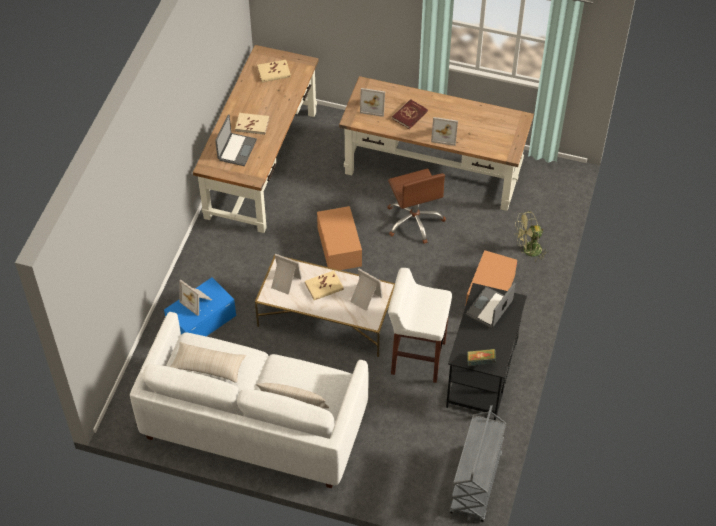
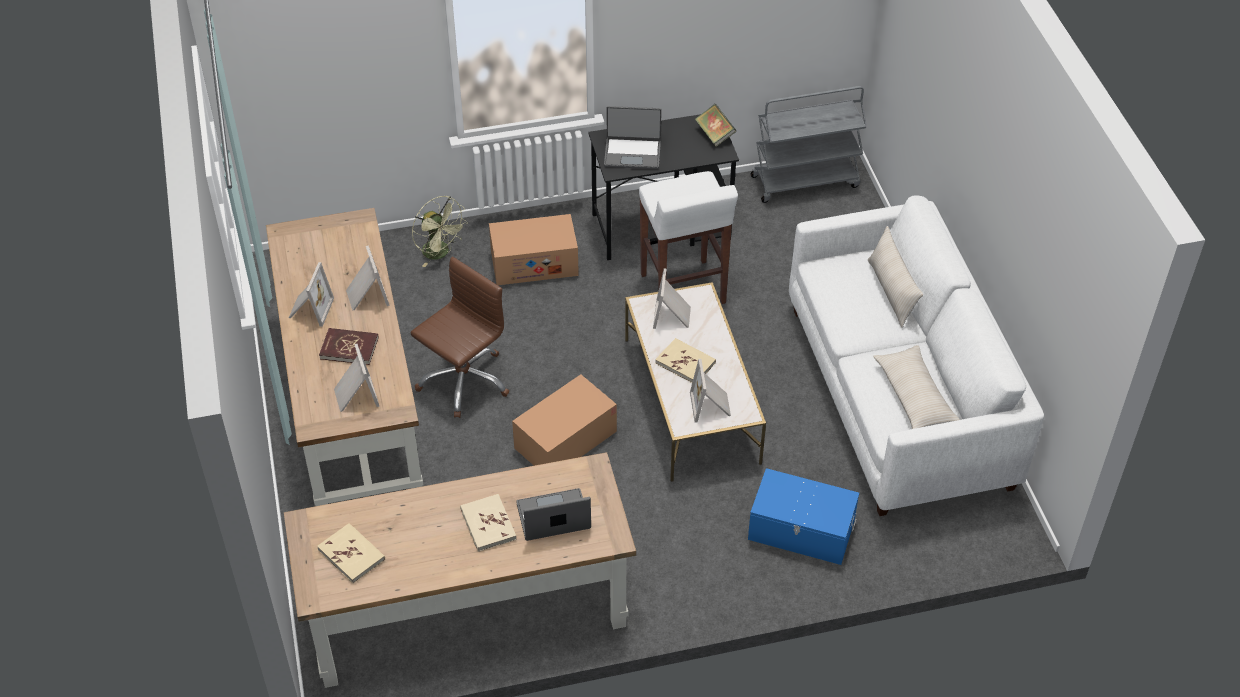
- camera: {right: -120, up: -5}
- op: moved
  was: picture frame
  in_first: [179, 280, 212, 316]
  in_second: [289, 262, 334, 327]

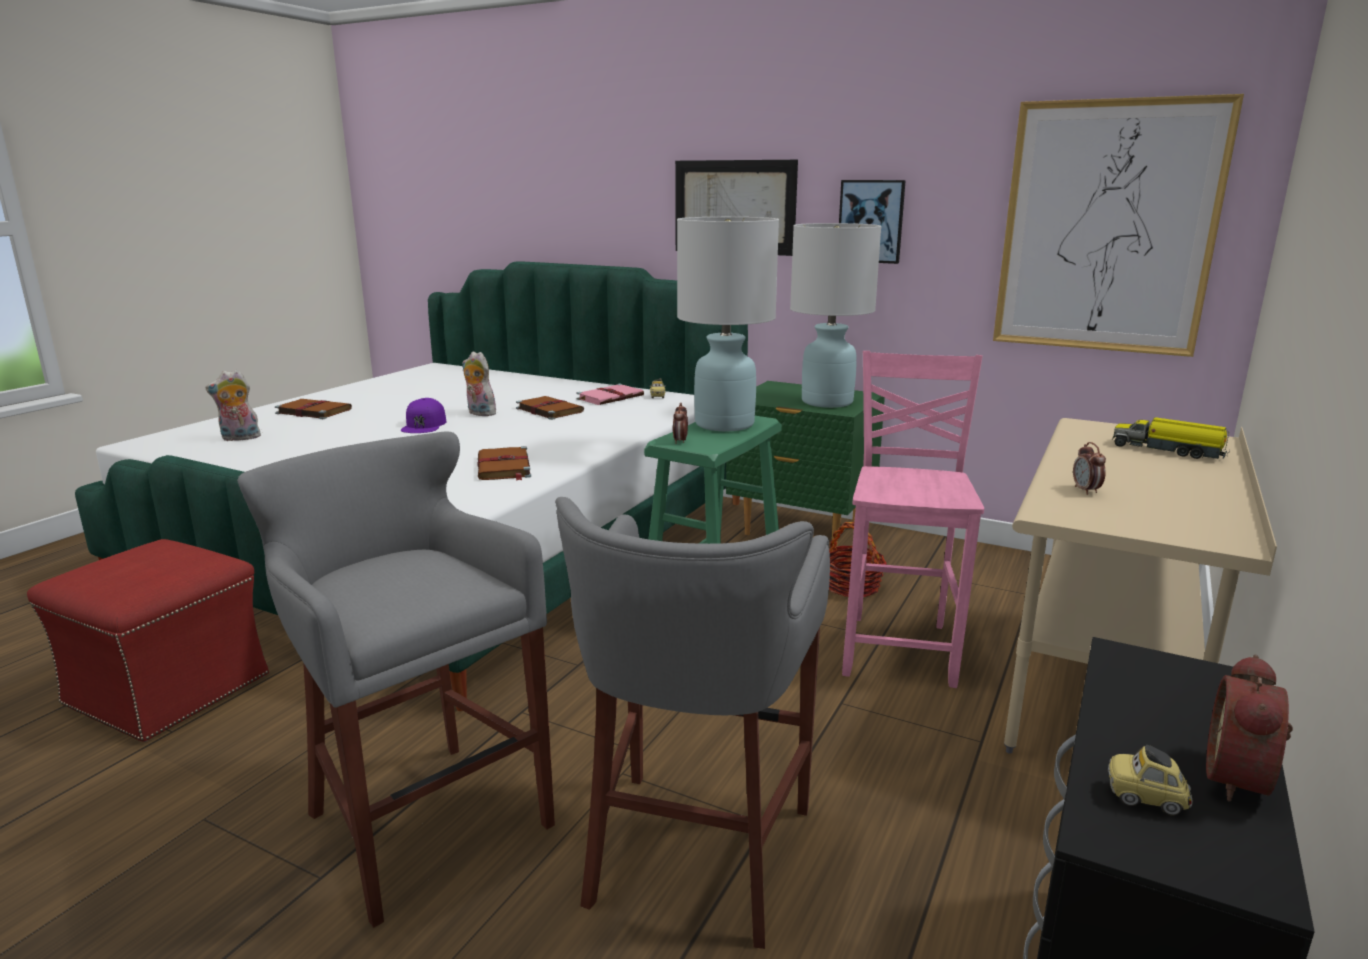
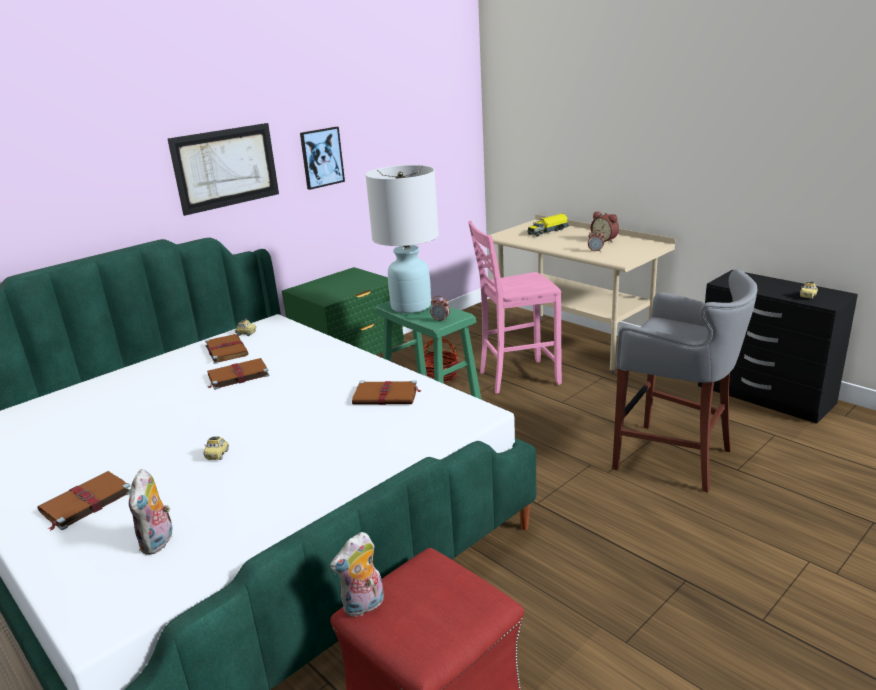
- camera: {right: -70, up: 5}
- op: removed
  was: picture
  in_first: [993, 94, 1244, 357]
- op: removed
  was: white table lamp
  in_first: [790, 223, 881, 408]
- op: moved
  was: plush toy
  in_first: [462, 351, 496, 416]
  in_second: [330, 532, 384, 617]
- op: turned
  was: pink chair
  in_first: [842, 351, 984, 688]
  in_second: [468, 221, 562, 394]
  clockwise: -45
- op: recoloured
  was: pink book
  now: brown book
  in_first: [576, 384, 644, 405]
  in_second: [205, 334, 248, 364]
- op: removed
  was: purple cap
  in_first: [401, 398, 447, 433]
- op: removed
  was: grey stool
  in_first: [237, 432, 555, 928]
- op: moved
  was: alarm clock
  in_first: [1206, 654, 1293, 801]
  in_second: [591, 212, 619, 243]
- op: added
  now: toy car
  in_second: [203, 437, 229, 460]

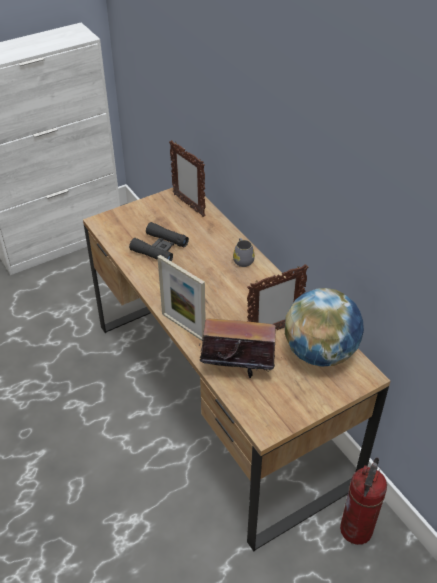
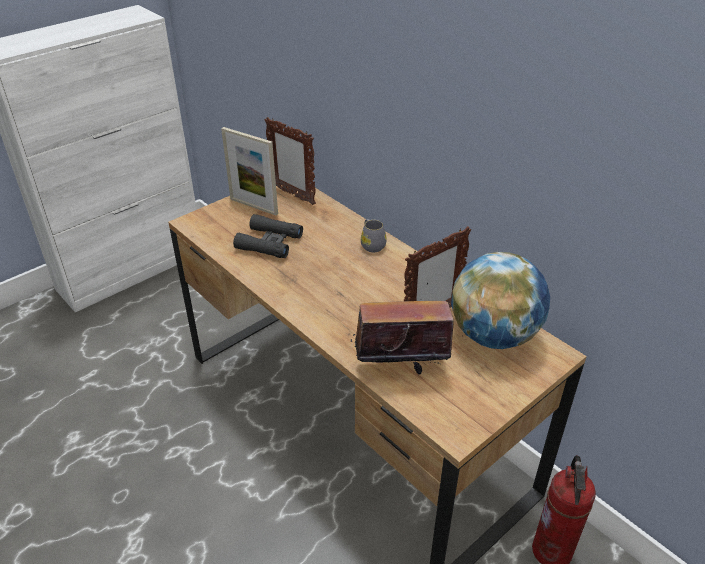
- camera: {right: -10, up: -5}
- op: moved
  was: picture frame
  in_first: [158, 255, 206, 341]
  in_second: [221, 127, 278, 215]

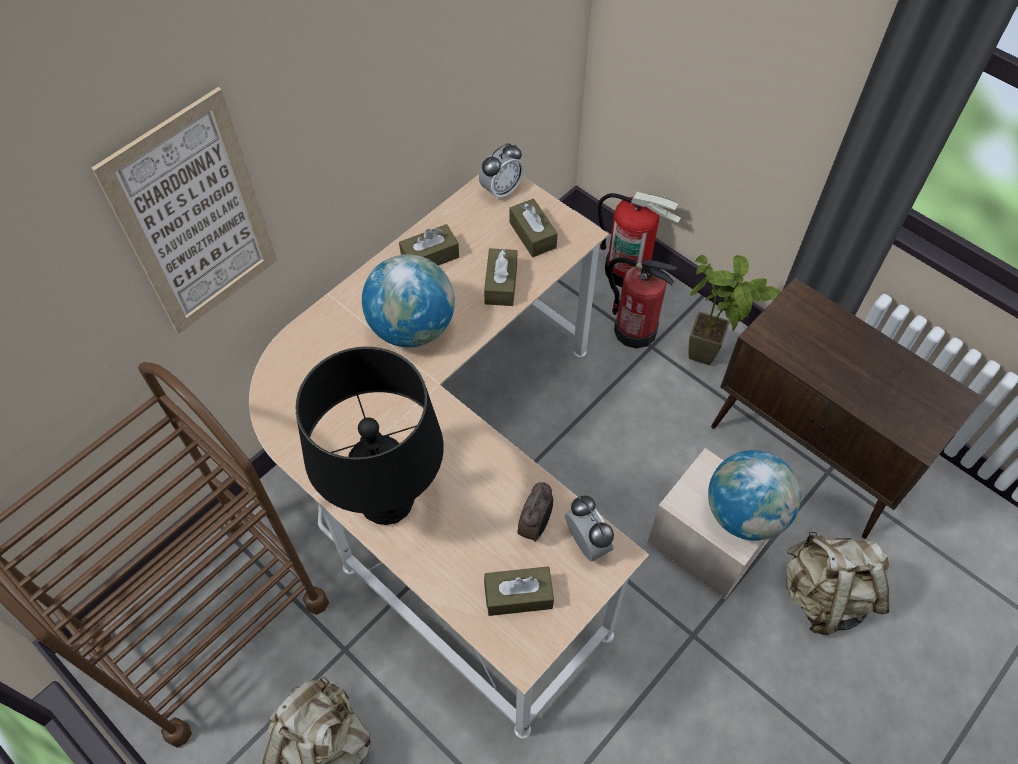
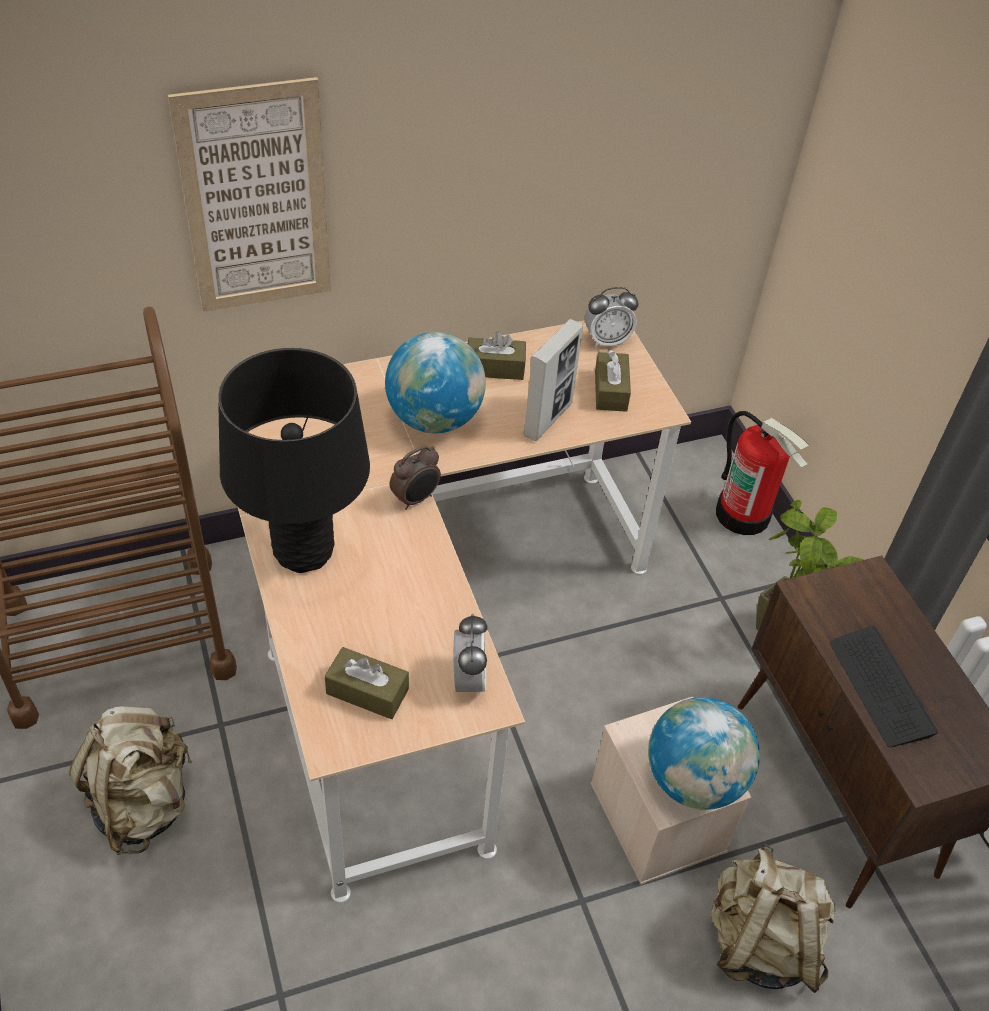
- camera: {right: 25, up: -10}
- op: replaced
  was: brown tissue box
  now: picture frame
  in_first: [484, 248, 517, 306]
  in_second: [523, 319, 583, 441]
- op: removed
  was: fire extinguisher
  in_first: [608, 257, 677, 349]
- op: moved
  was: alarm clock
  in_first: [517, 482, 553, 542]
  in_second: [389, 446, 441, 510]
- op: added
  now: keyboard
  in_second: [830, 626, 938, 747]

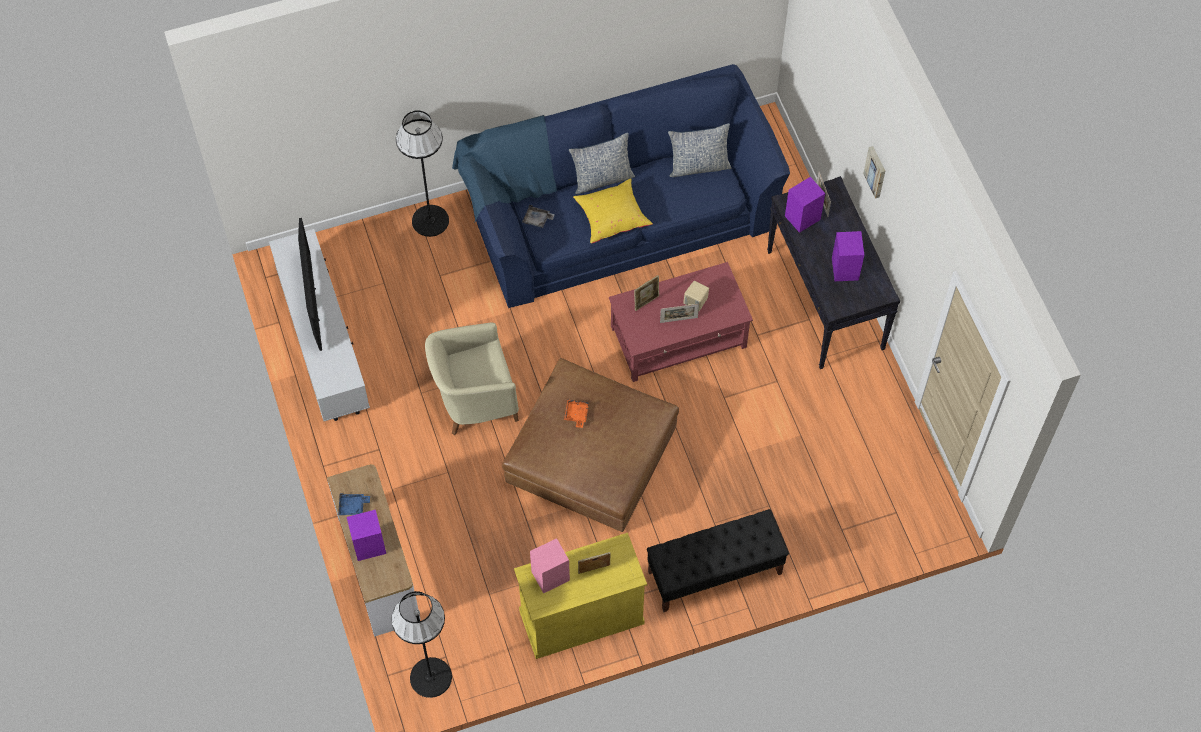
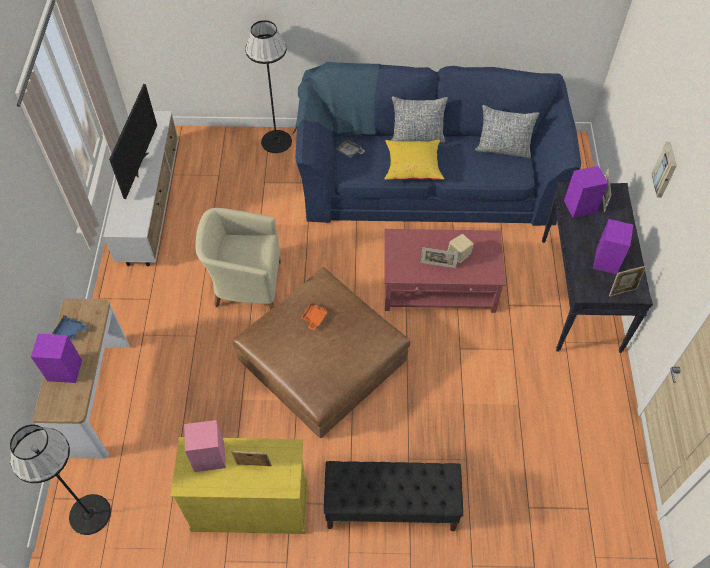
- camera: {right: 20, up: -5}
- op: moved
  was: picture frame
  in_first: [634, 275, 659, 311]
  in_second: [609, 266, 646, 296]

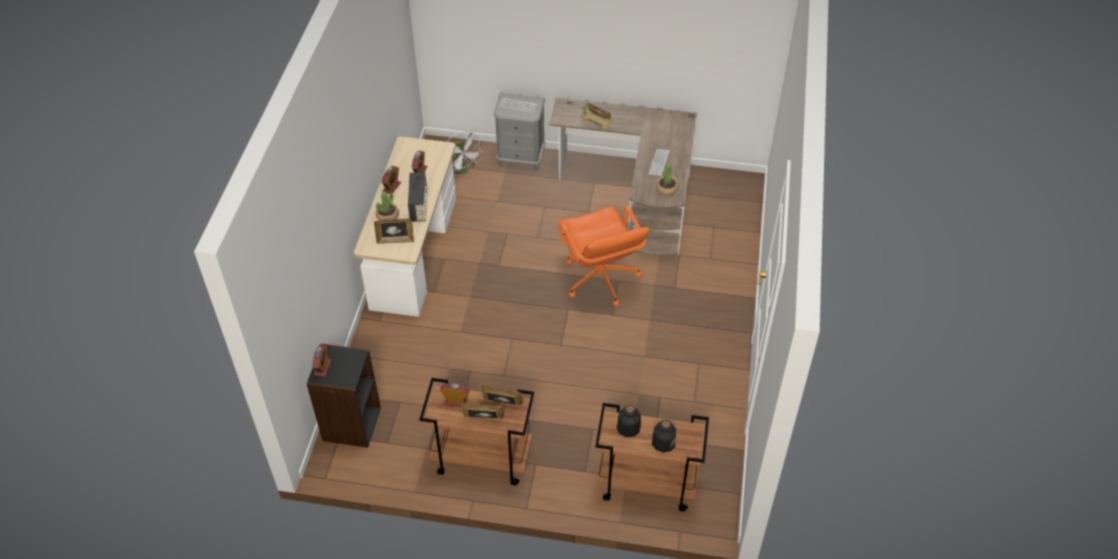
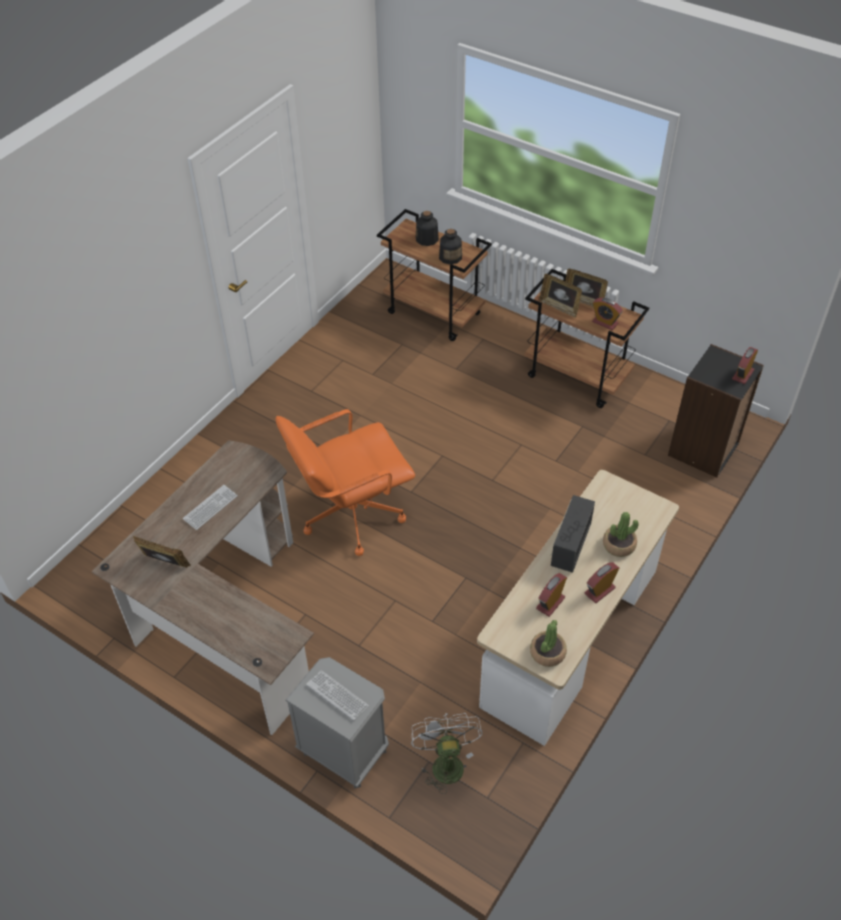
- camera: {right: -155, up: 0}
- op: removed
  was: book
  in_first: [582, 103, 612, 130]
- op: moved
  was: potted plant
  in_first: [656, 164, 678, 196]
  in_second: [530, 620, 567, 667]
- op: turned
  was: orange office chair
  in_first: [558, 206, 650, 306]
  in_second: [276, 409, 415, 556]
  clockwise: -120
- op: moved
  was: picture frame
  in_first: [374, 219, 414, 244]
  in_second: [133, 536, 191, 568]

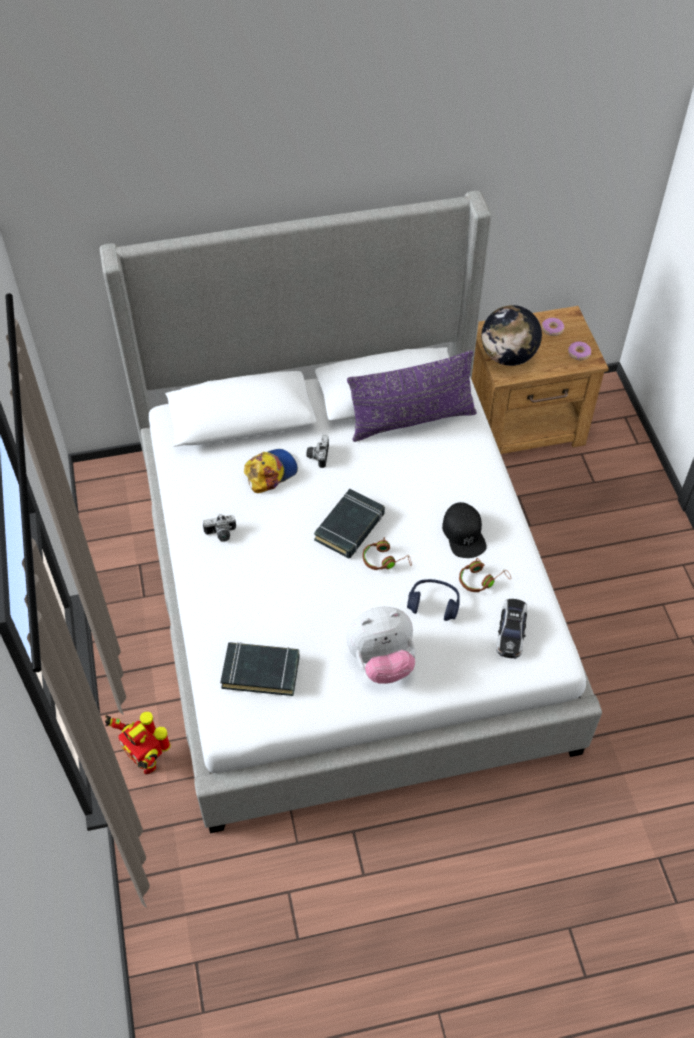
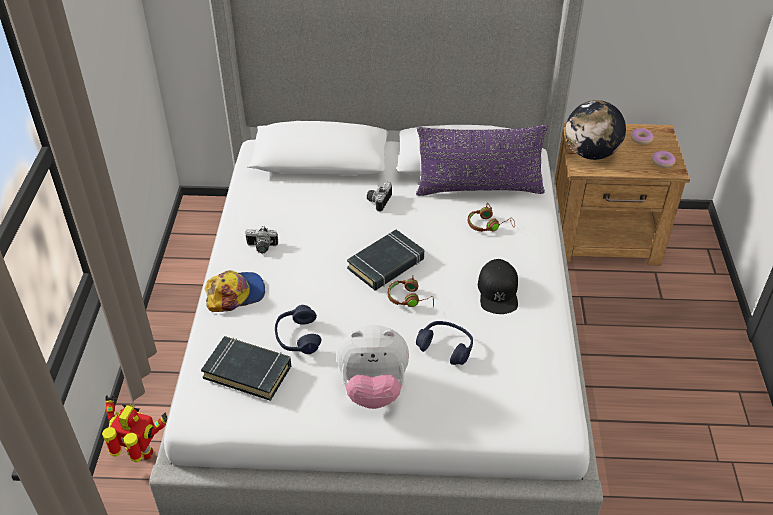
- camera: {right: 15, up: -10}
- op: moved
  was: cap
  in_first: [244, 449, 298, 493]
  in_second: [204, 270, 265, 312]
- op: moved
  was: brown headphones
  in_first: [459, 558, 511, 592]
  in_second: [468, 203, 515, 232]
- op: removed
  was: toy car
  in_first: [496, 599, 527, 659]
- op: turned
  was: toy robot
  in_first: [105, 712, 171, 774]
  in_second: [102, 395, 168, 462]
  clockwise: 135
- op: added
  now: blue headphones
  in_second: [275, 305, 322, 354]

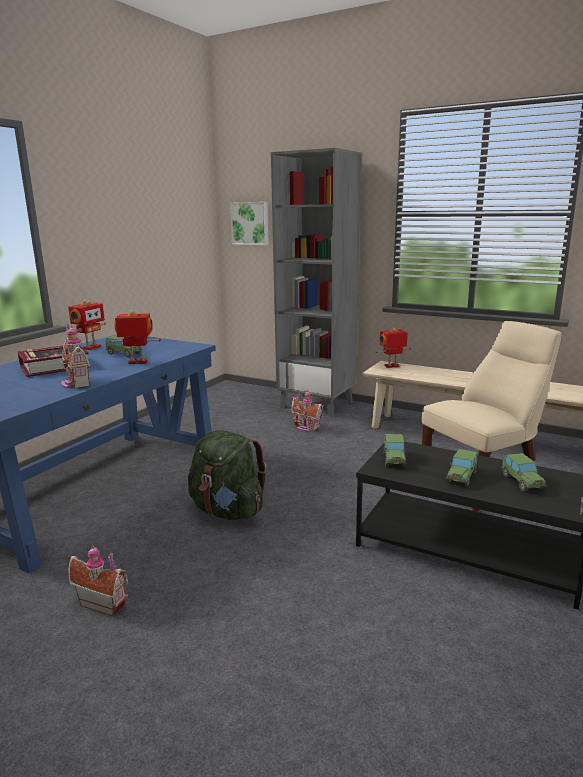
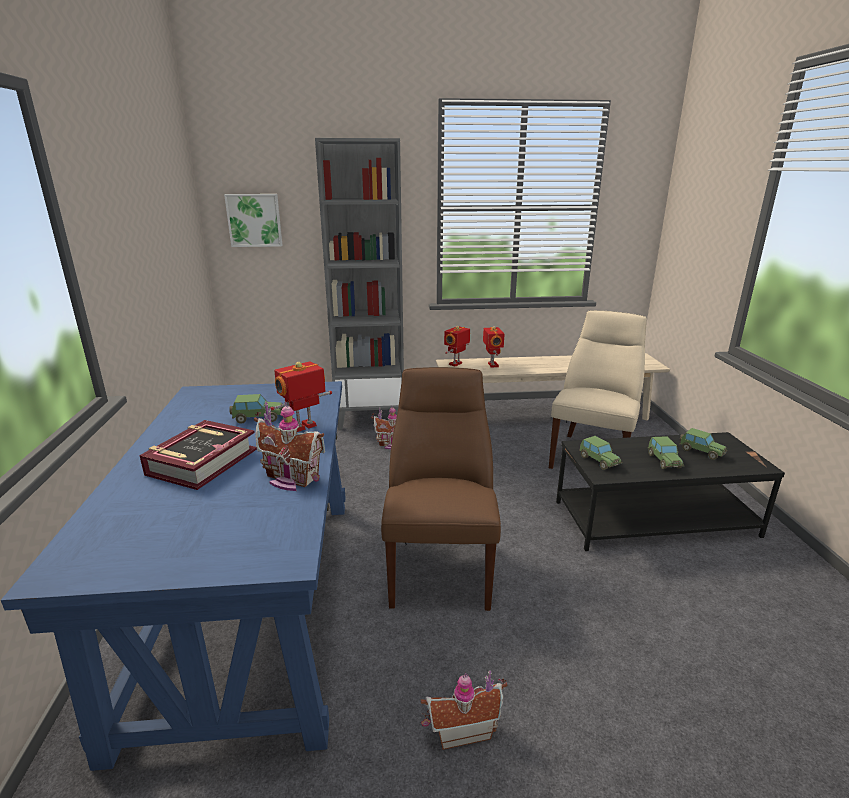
- camera: {right: -35, up: 5}
- op: moved
  was: toy robot
  in_first: [68, 300, 106, 350]
  in_second: [483, 326, 504, 367]
- op: replaced
  was: green backpack
  now: brown chair
  in_first: [188, 430, 267, 520]
  in_second: [381, 367, 501, 611]

